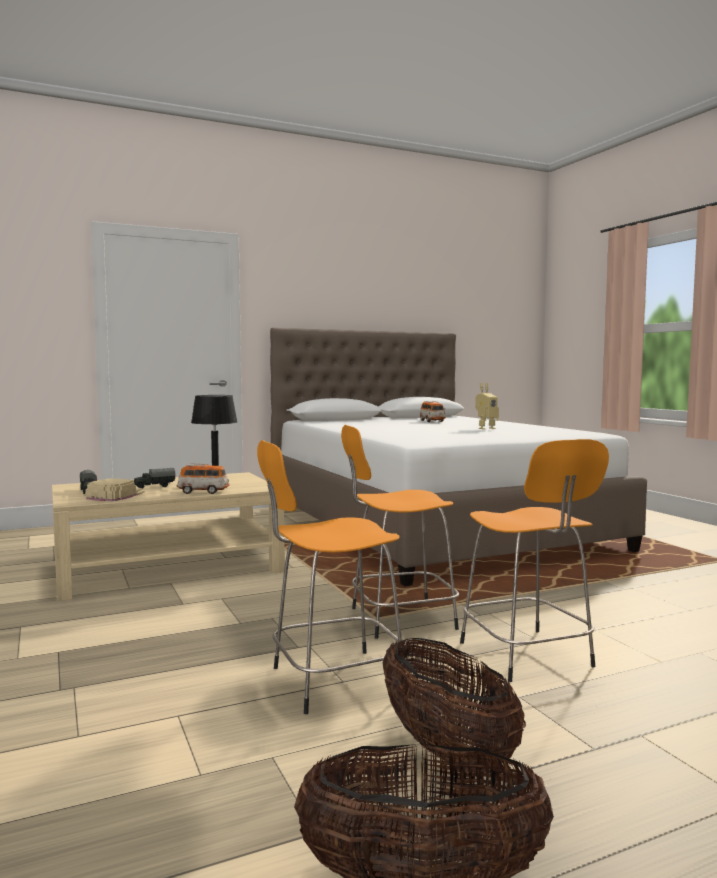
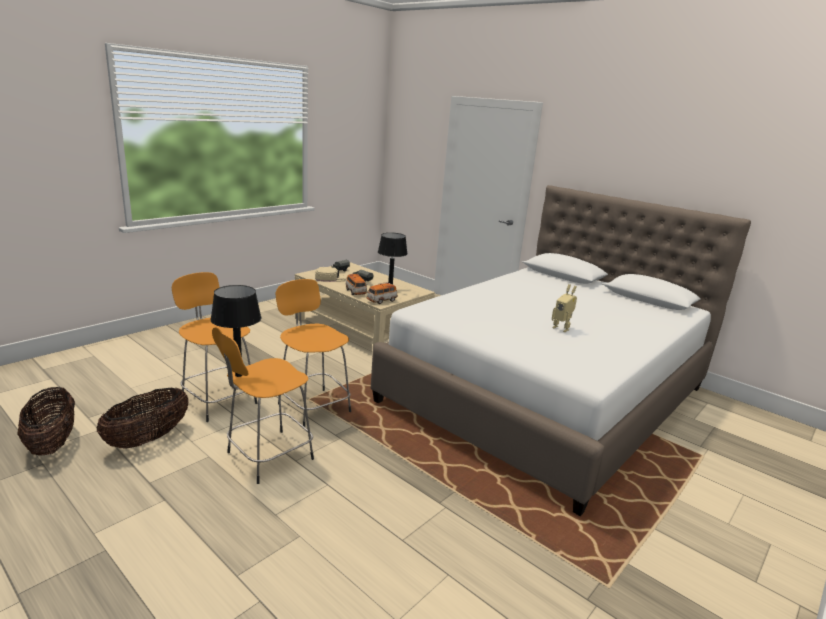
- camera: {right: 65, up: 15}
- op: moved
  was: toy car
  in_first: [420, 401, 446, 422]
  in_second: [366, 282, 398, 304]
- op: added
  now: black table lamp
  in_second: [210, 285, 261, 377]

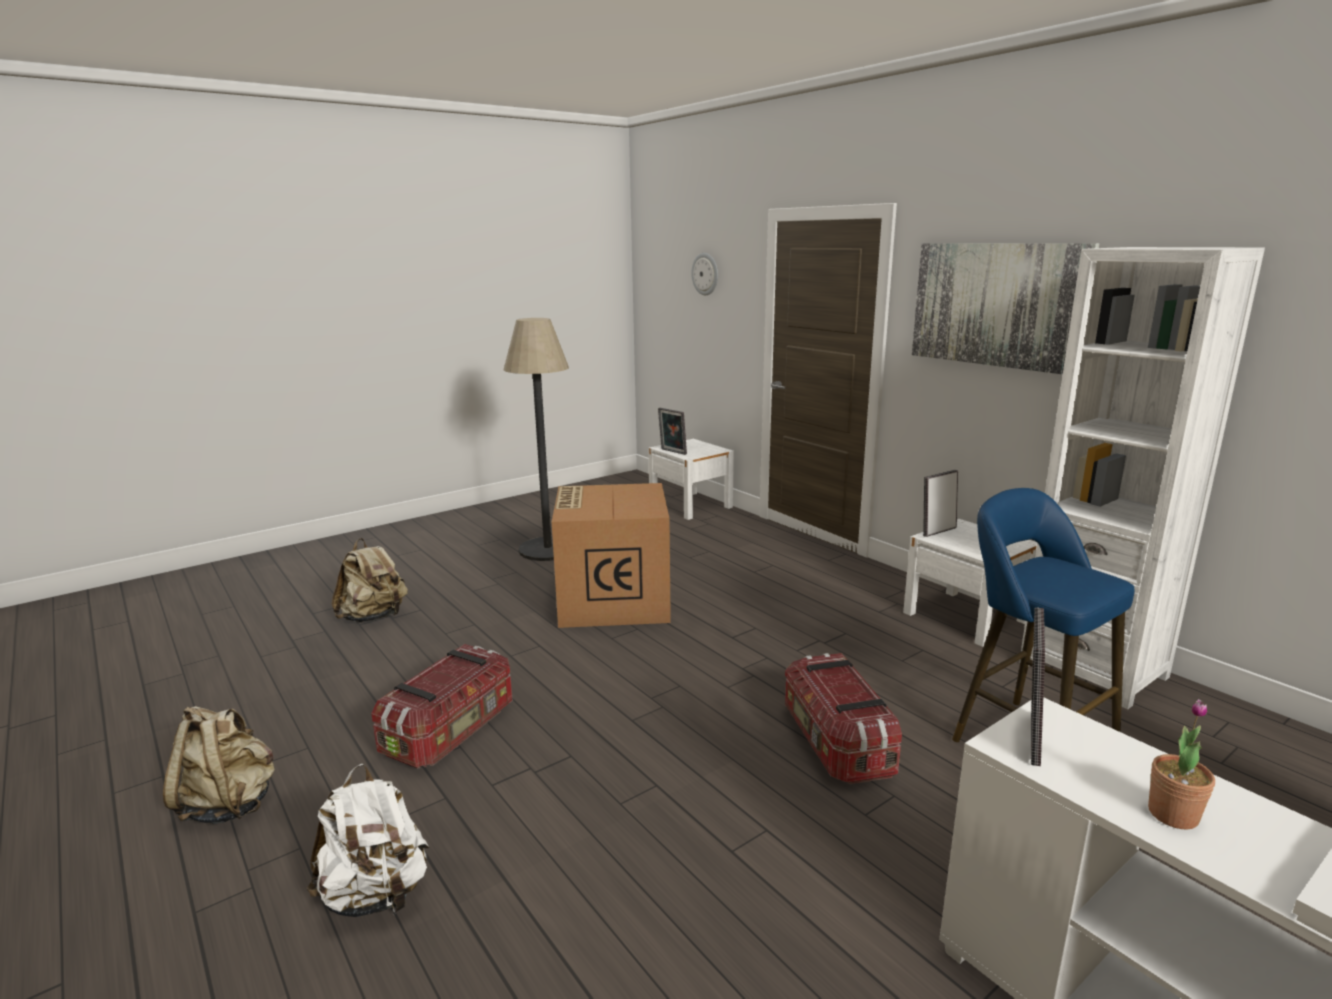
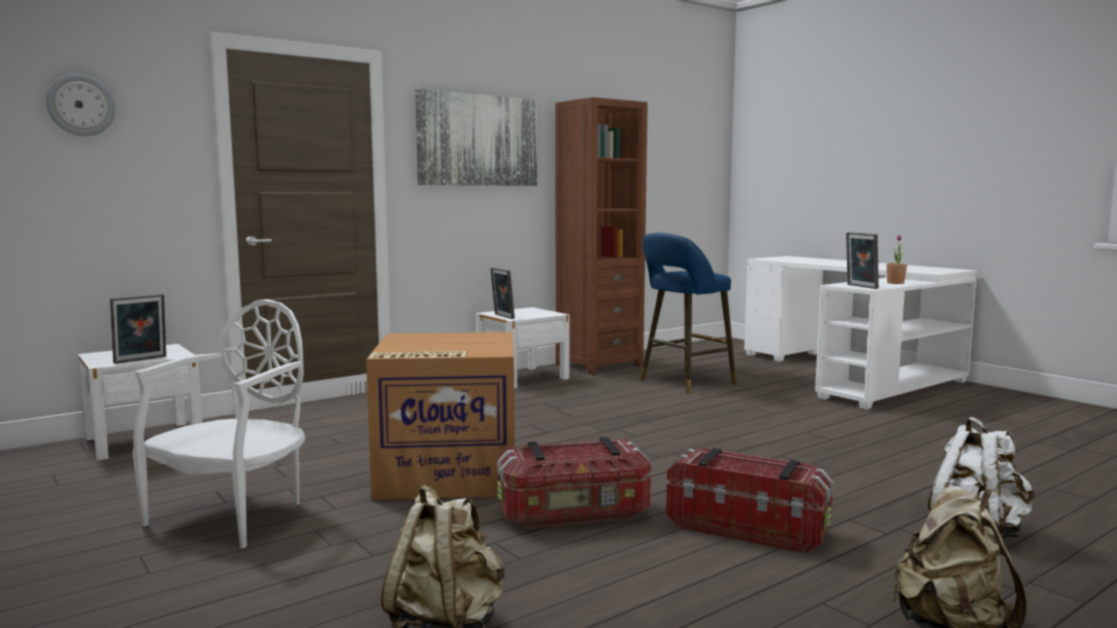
- camera: {right: -90, up: -10}
- op: recoloured
  was: white bookcase
  now: brown bookcase
  in_first: [1019, 247, 1265, 709]
  in_second: [555, 97, 648, 375]
- op: replaced
  was: floor lamp
  now: white chair
  in_first: [503, 318, 569, 561]
  in_second: [132, 299, 305, 548]
- op: turned
  was: picture frame
  in_first: [1031, 608, 1045, 767]
  in_second: [846, 232, 879, 289]
  clockwise: 45
- op: moved
  was: storage box
  in_first: [785, 653, 902, 784]
  in_second: [497, 437, 651, 528]

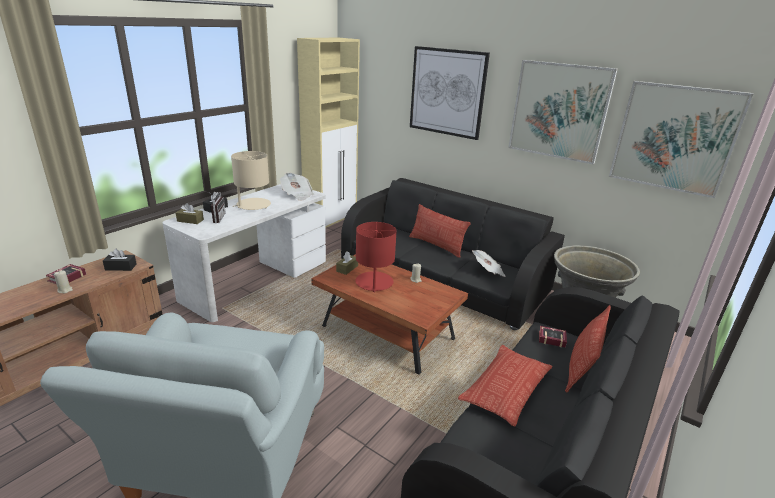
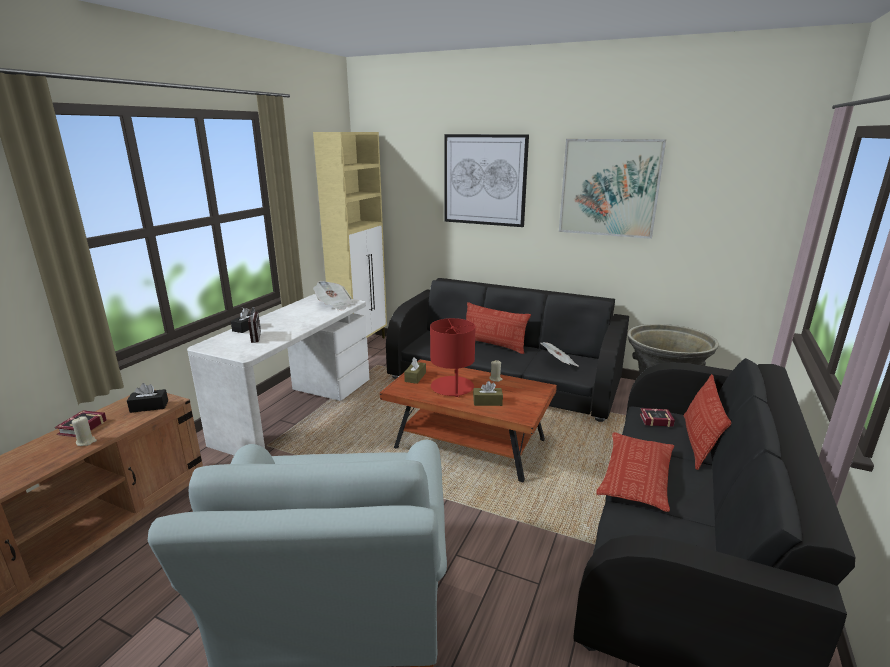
- camera: {right: -10, up: -5}
- op: removed
  was: picture
  in_first: [609, 81, 754, 198]
- op: removed
  was: beige table lamp
  in_first: [231, 151, 271, 210]
- op: moved
  was: brown tissue box
  in_first: [176, 203, 204, 224]
  in_second: [473, 381, 503, 406]

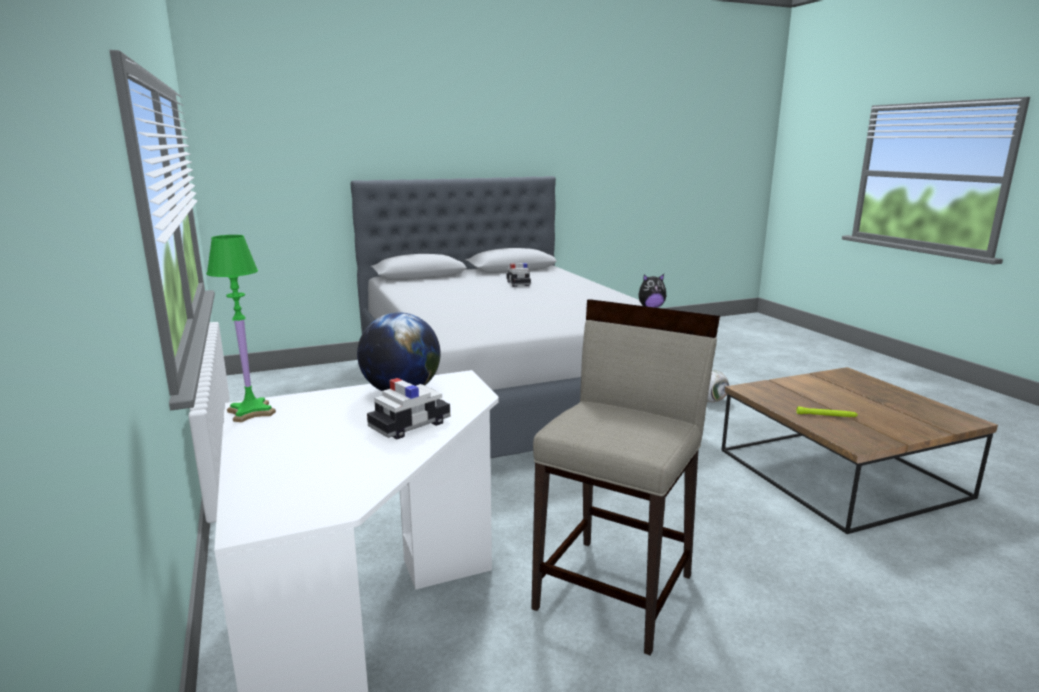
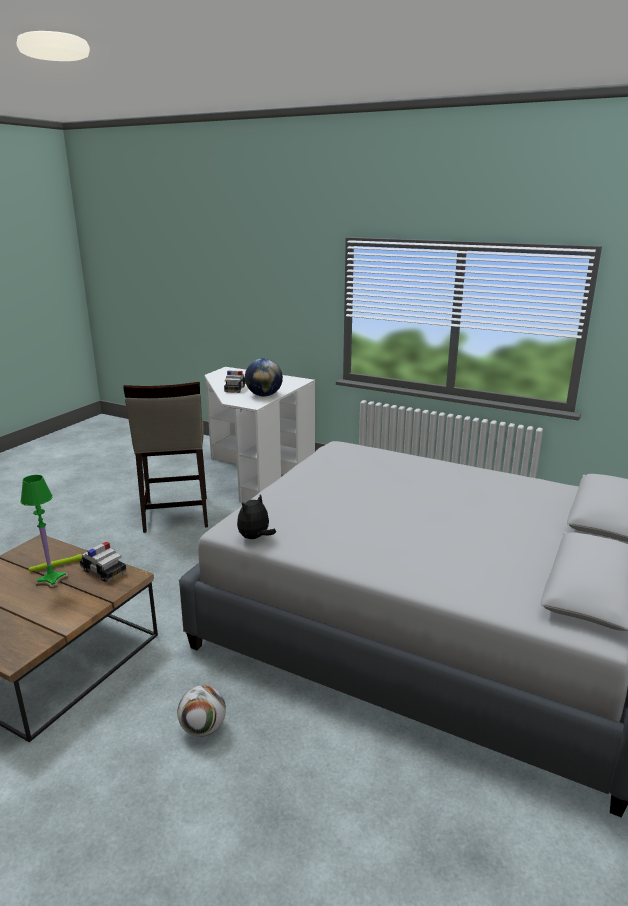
- camera: {right: 140, up: 5}
- op: moved
  was: green table lamp
  in_first: [206, 235, 276, 422]
  in_second: [20, 475, 68, 589]
- op: moved
  was: toy car
  in_first: [507, 263, 531, 287]
  in_second: [80, 542, 127, 582]

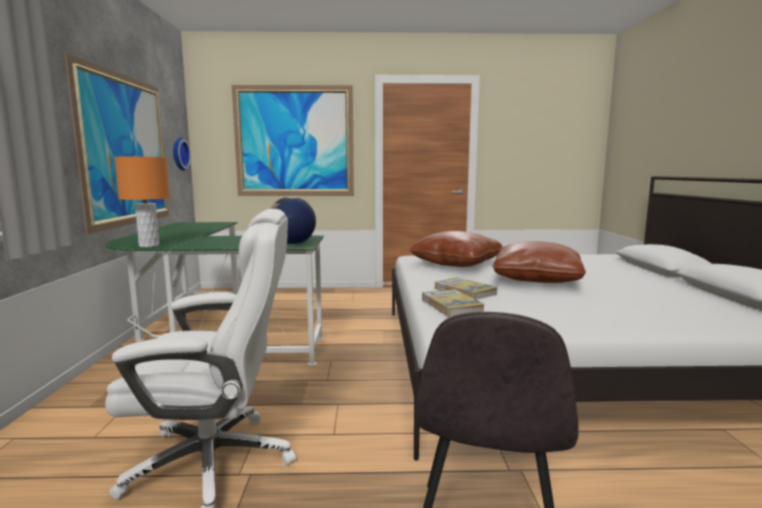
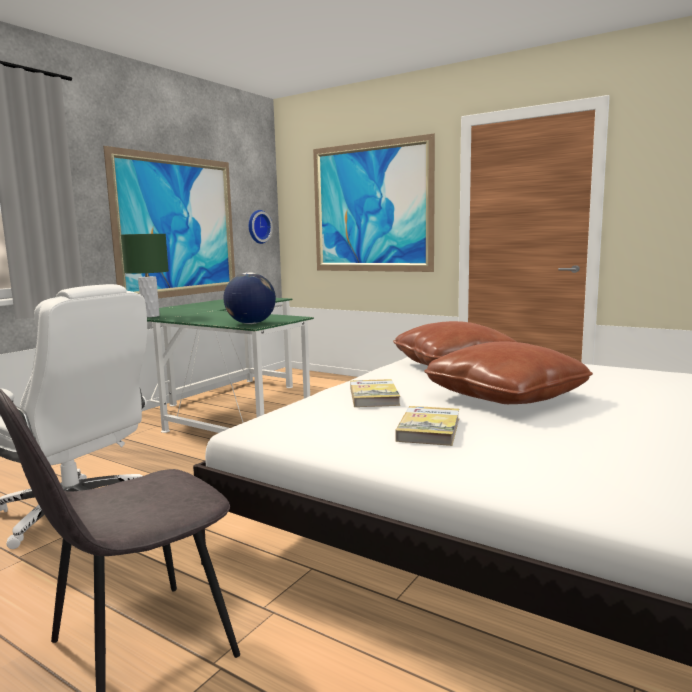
- camera: {right: 35, up: 0}
- op: recoloured
  was: orange table lamp
  now: green table lamp
  in_first: [114, 157, 170, 247]
  in_second: [121, 234, 169, 317]
- op: moved
  was: book
  in_first: [422, 289, 485, 317]
  in_second: [396, 406, 459, 446]

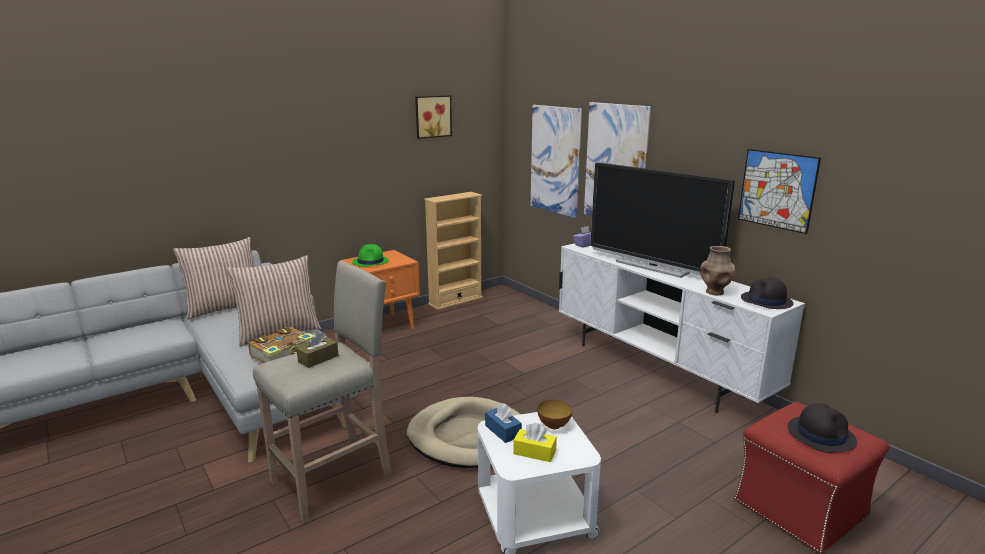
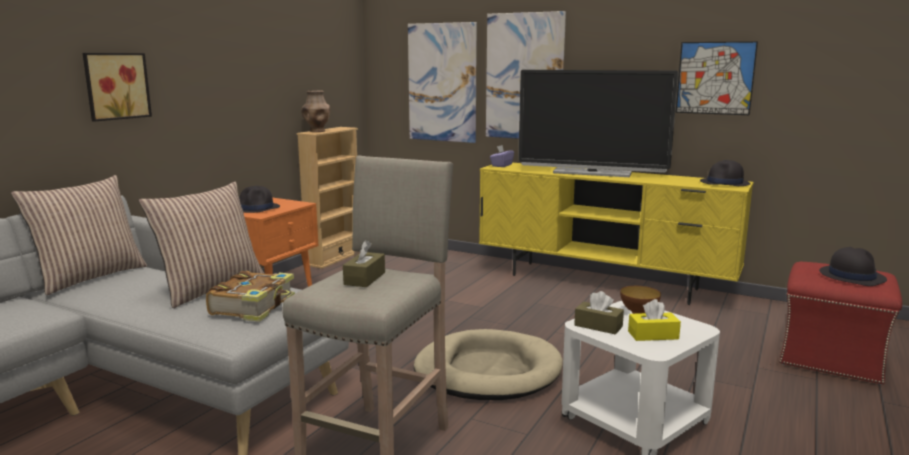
- camera: {right: -25, up: -5}
- op: moved
  was: picture
  in_first: [415, 95, 452, 139]
  in_second: [83, 53, 152, 122]
- op: recoloured
  was: white tv stand
  now: yellow tv stand
  in_first: [559, 243, 805, 413]
  in_second: [479, 163, 754, 305]
- op: recoloured
  was: green hat
  now: black hat
  in_first: [352, 244, 389, 267]
  in_second: [239, 186, 280, 213]
- op: moved
  was: brown vase
  in_first: [700, 246, 735, 295]
  in_second: [301, 90, 330, 132]
- op: recoloured
  was: blue tissue box
  now: brown tissue box
  in_first: [485, 403, 522, 443]
  in_second: [574, 291, 624, 334]

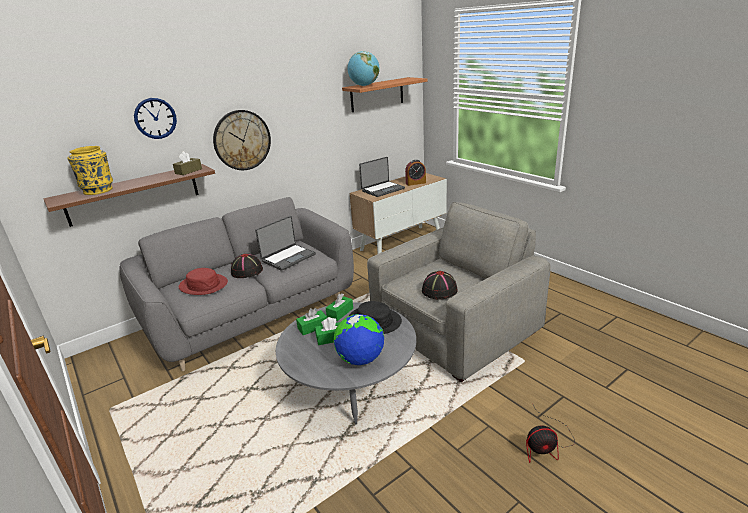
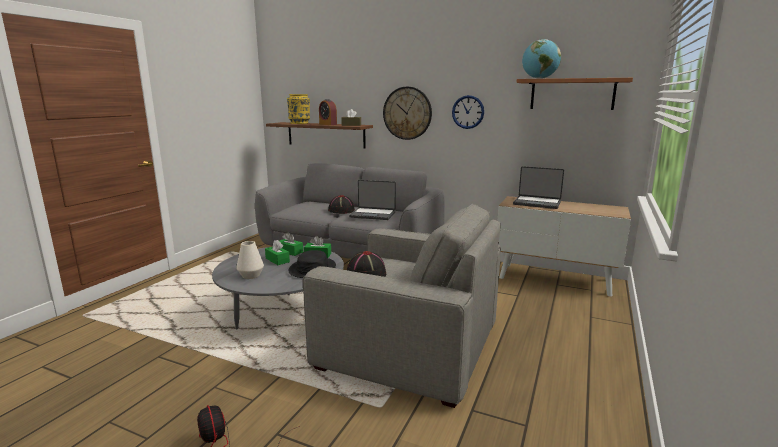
- camera: {right: 60, up: -10}
- op: moved
  was: wall clock
  in_first: [134, 98, 177, 139]
  in_second: [452, 95, 484, 129]
- op: moved
  was: alarm clock
  in_first: [405, 160, 426, 186]
  in_second: [319, 99, 337, 125]
- op: removed
  was: red hat
  in_first: [179, 268, 228, 295]
- op: replaced
  was: globe
  now: white vase
  in_first: [334, 314, 384, 365]
  in_second: [236, 241, 264, 279]

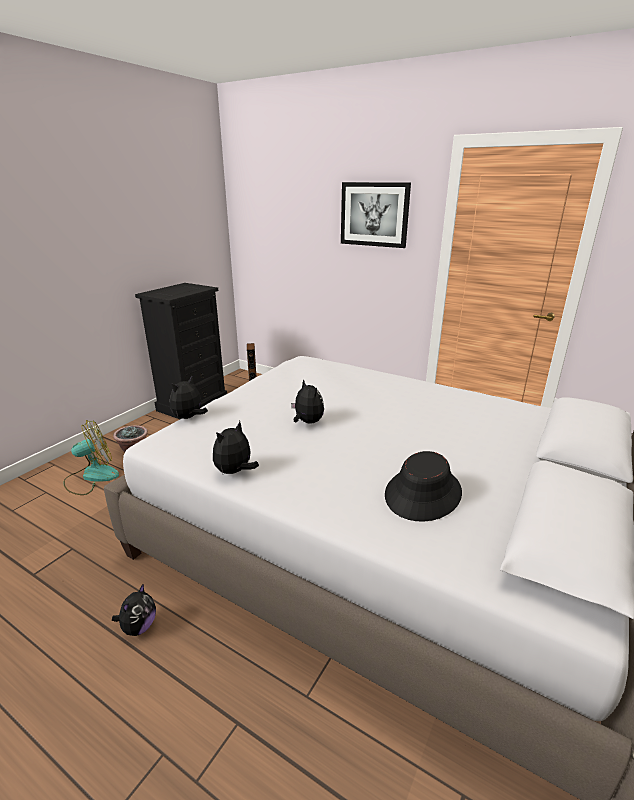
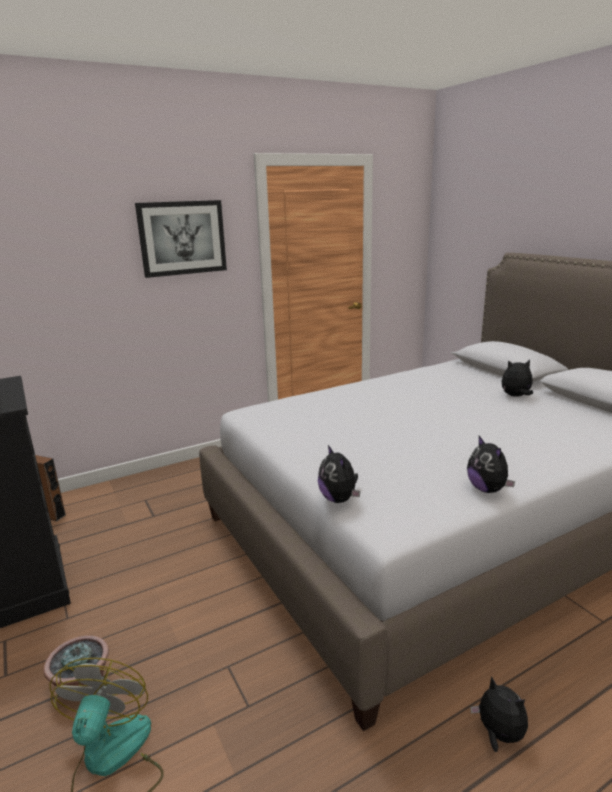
- camera: {right: -60, up: -5}
- op: moved
  was: plush toy
  in_first: [291, 379, 324, 424]
  in_second: [501, 360, 533, 397]
- op: removed
  was: black hat
  in_first: [385, 451, 462, 522]

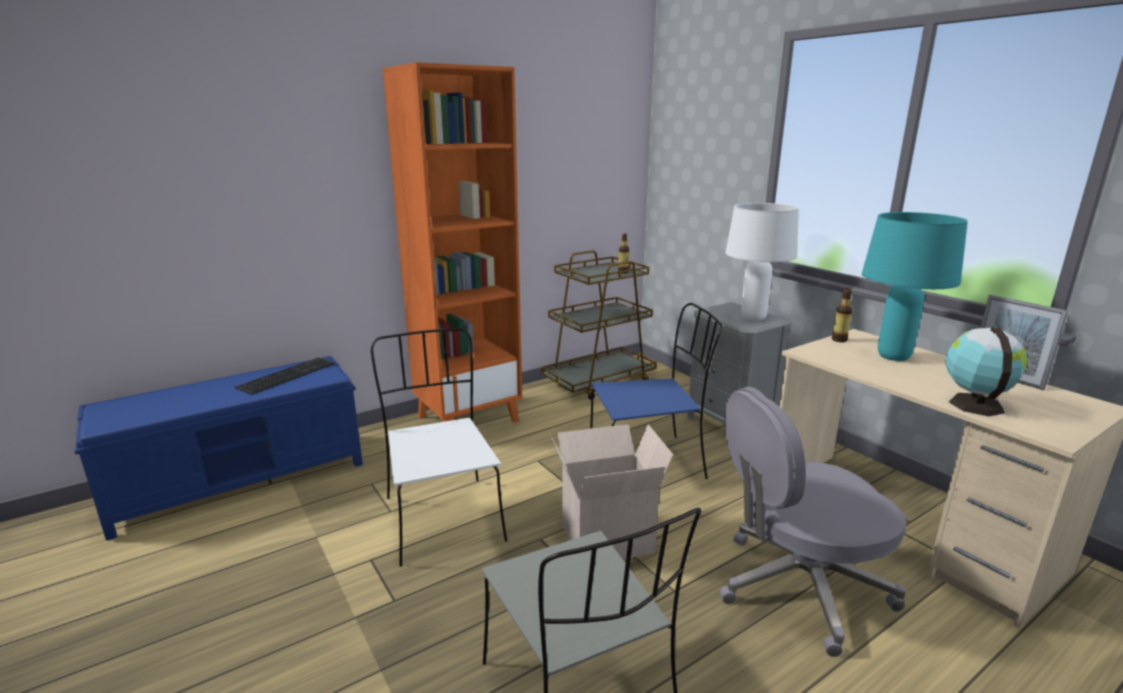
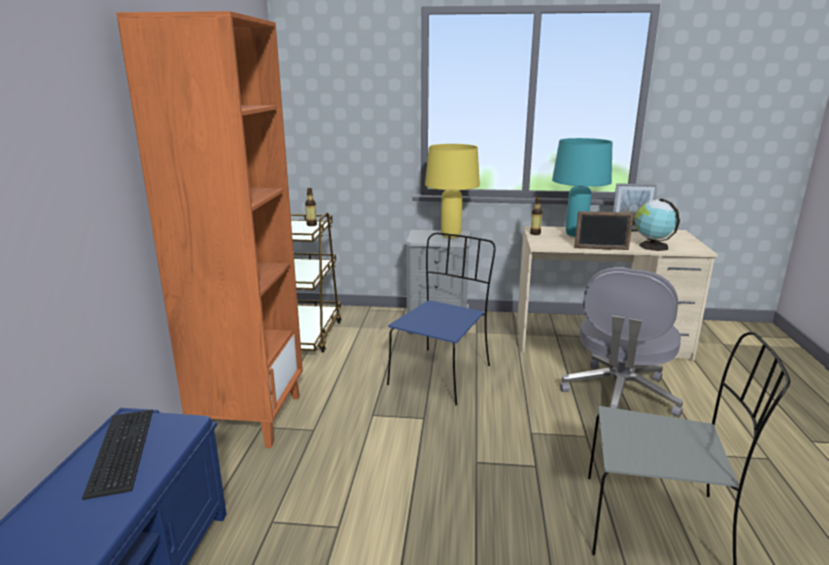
- camera: {right: -50, up: 0}
- op: recoloured
  was: white table lamp
  now: yellow table lamp
  in_first: [725, 203, 799, 321]
  in_second: [425, 144, 480, 238]
- op: removed
  was: white chair
  in_first: [371, 328, 507, 567]
- op: removed
  was: cardboard box
  in_first: [551, 424, 673, 559]
- op: added
  now: picture frame
  in_second: [574, 211, 634, 250]

